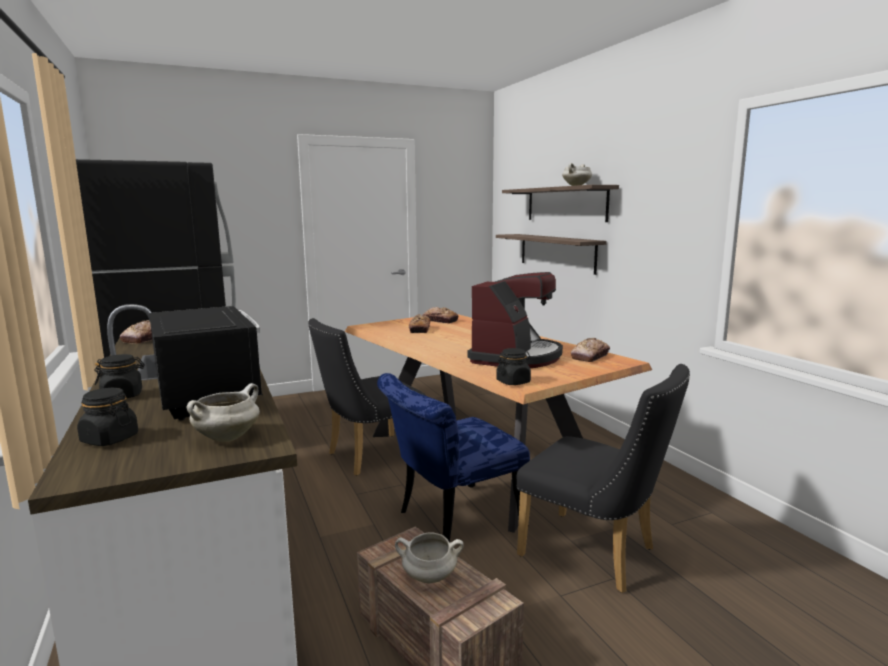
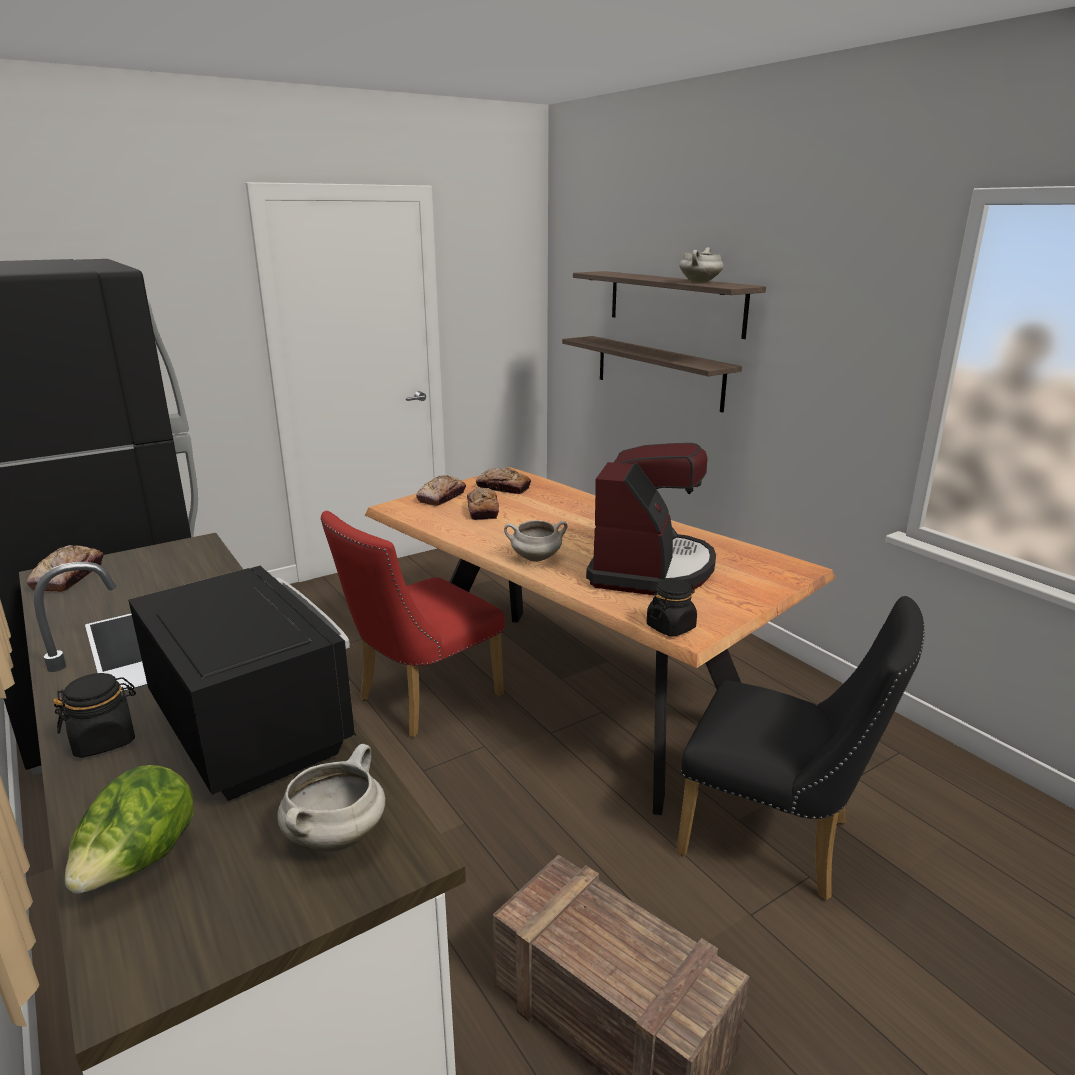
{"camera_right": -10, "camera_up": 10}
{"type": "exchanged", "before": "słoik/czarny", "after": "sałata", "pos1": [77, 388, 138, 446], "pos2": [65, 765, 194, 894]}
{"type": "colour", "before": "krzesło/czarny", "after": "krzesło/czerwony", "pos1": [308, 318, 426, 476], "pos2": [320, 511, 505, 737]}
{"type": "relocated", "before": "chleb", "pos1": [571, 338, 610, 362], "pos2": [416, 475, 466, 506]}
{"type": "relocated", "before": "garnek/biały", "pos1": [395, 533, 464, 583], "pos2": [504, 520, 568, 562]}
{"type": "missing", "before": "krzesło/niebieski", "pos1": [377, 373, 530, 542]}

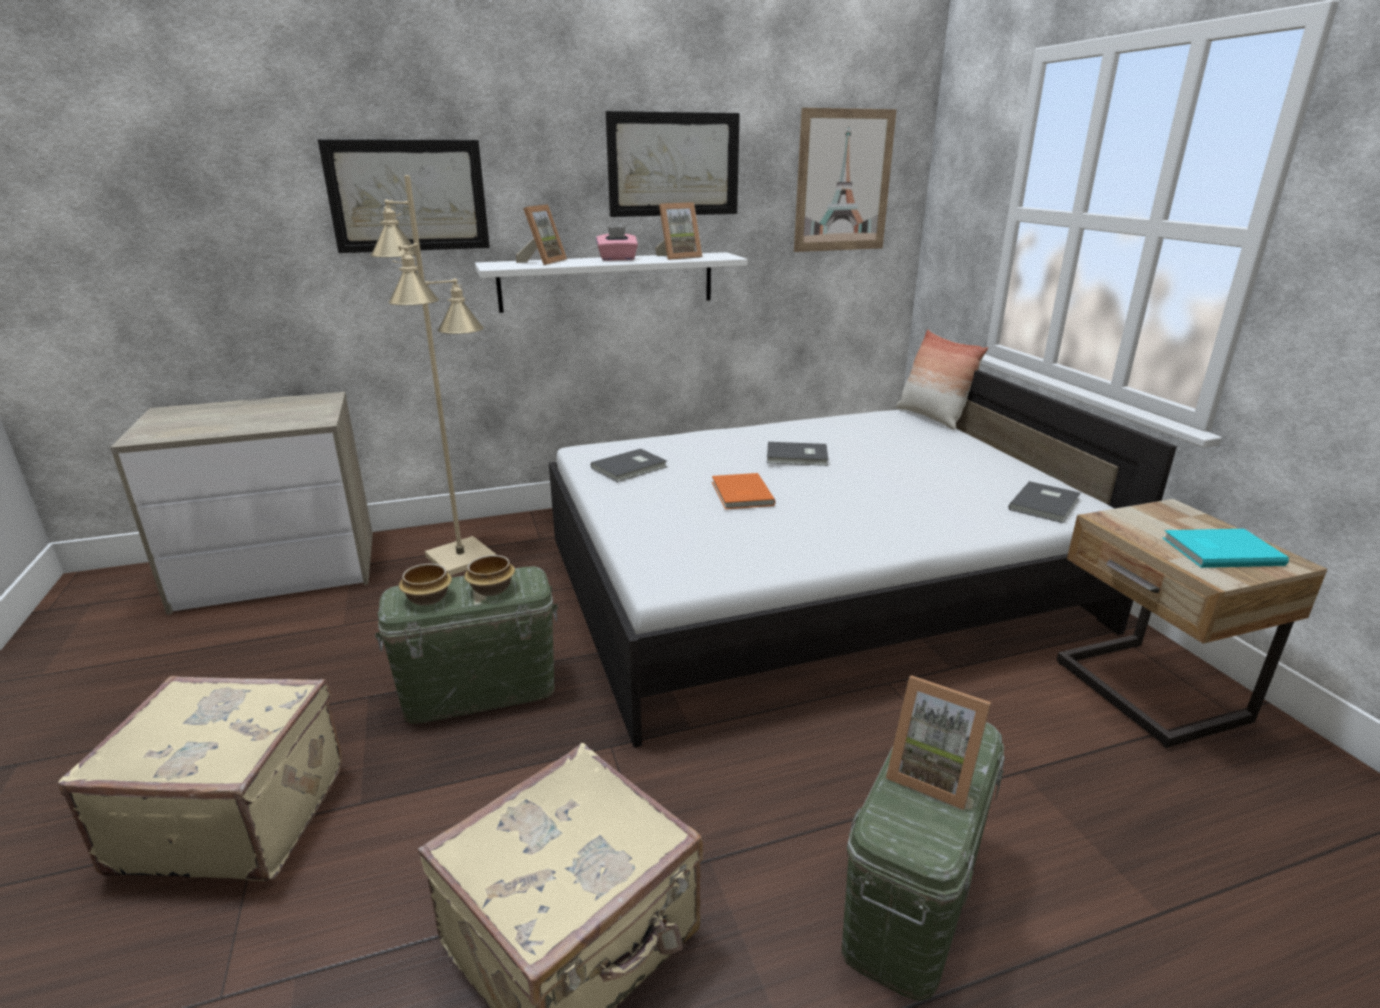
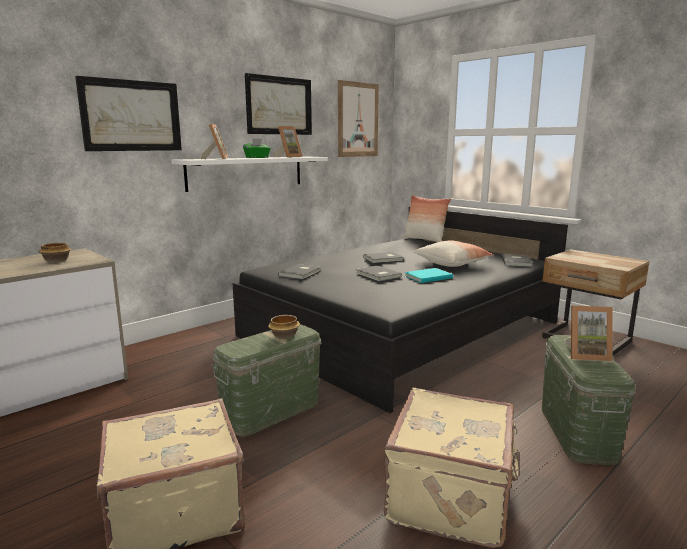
{"camera_right": -25, "camera_up": -10}
{"type": "relocated", "before": "miska", "pos1": [399, 563, 452, 606], "pos2": [39, 243, 71, 262]}
{"type": "colour", "before": "łóżko/biały", "after": "łóżko/czarny", "pos1": [549, 370, 1177, 748], "pos2": [233, 207, 568, 413]}
{"type": "colour", "before": "pudełko chusteczek/różowy", "after": "pudełko chusteczek/zielony", "pos1": [596, 227, 638, 261], "pos2": [243, 139, 271, 158]}
{"type": "colour", "before": "książka/pomarańczowy", "after": "książka/szary", "pos1": [712, 473, 775, 509], "pos2": [356, 266, 402, 281]}
{"type": "relocated", "before": "książka/turkusowy", "pos1": [1163, 529, 1289, 568], "pos2": [404, 268, 453, 283]}
{"type": "appeared", "after": "poduszka", "pos2": [414, 241, 494, 267]}
{"type": "missing", "before": "lampa stojąca/beżowy", "pos1": [370, 175, 497, 575]}

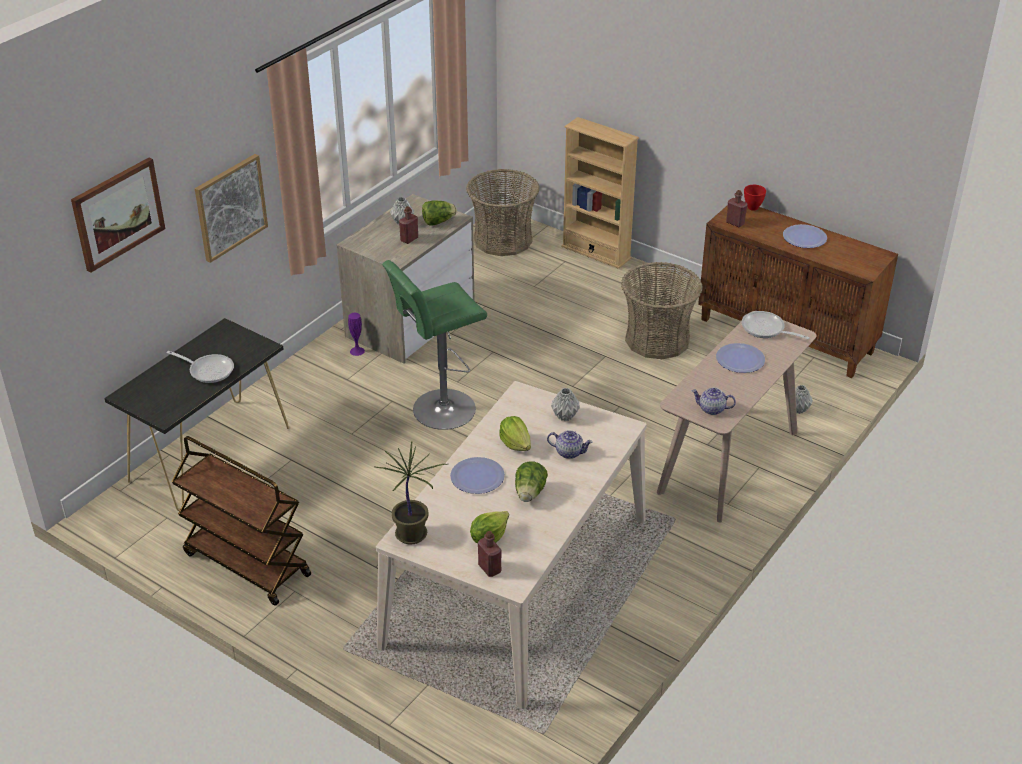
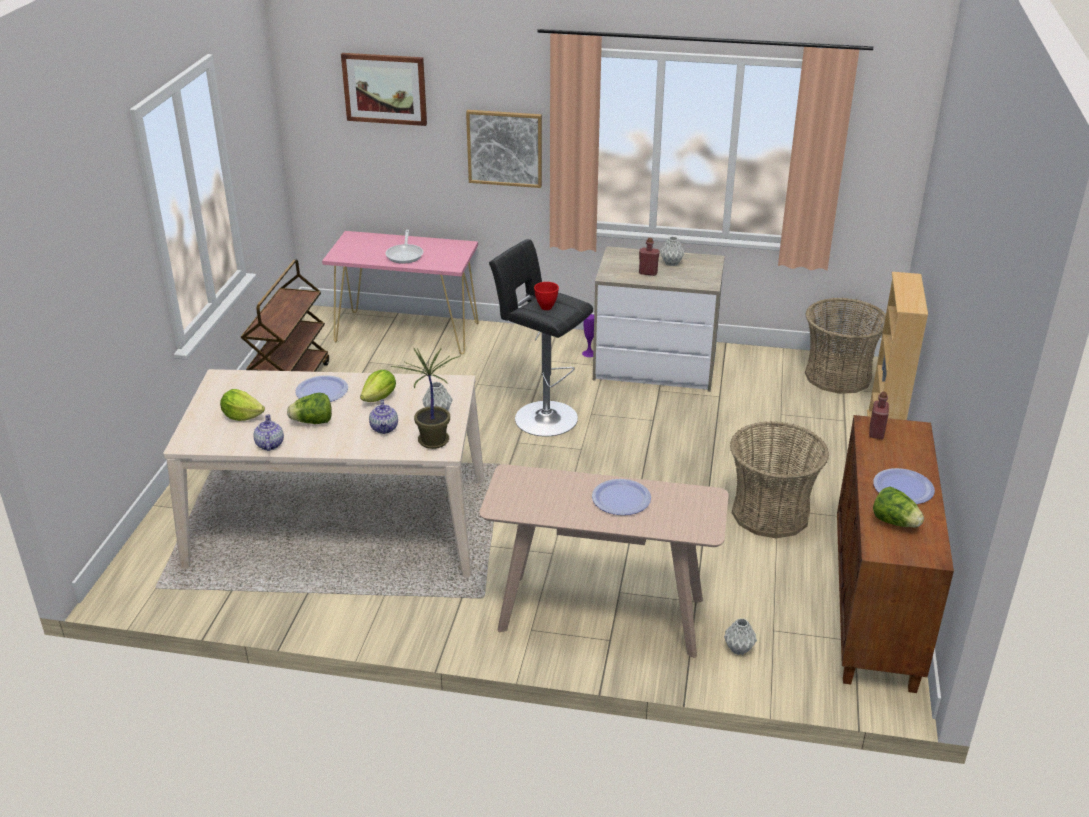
{"camera_right": 65, "camera_up": -5}
{"type": "relocated", "before": "imbryk", "pos1": [692, 387, 736, 415], "pos2": [254, 414, 284, 451]}
{"type": "colour", "before": "stolik konsolowy/czarny", "after": "stolik konsolowy/różowy", "pos1": [104, 318, 289, 511], "pos2": [322, 231, 479, 355]}
{"type": "relocated", "before": "roślina doniczkowa", "pos1": [373, 442, 448, 545], "pos2": [390, 347, 461, 449]}
{"type": "colour", "before": "stołek/zielony", "after": "stołek/czarny", "pos1": [382, 260, 487, 430], "pos2": [489, 239, 593, 437]}
{"type": "relocated", "before": "miska/czerwony", "pos1": [744, 185, 766, 211], "pos2": [534, 282, 559, 310]}
{"type": "relocated", "before": "sałata", "pos1": [422, 200, 457, 225], "pos2": [873, 486, 924, 528]}
{"type": "missing", "before": "butelka/czerwony", "pos1": [478, 531, 501, 577]}
{"type": "missing", "before": "patelnia", "pos1": [741, 311, 810, 340]}

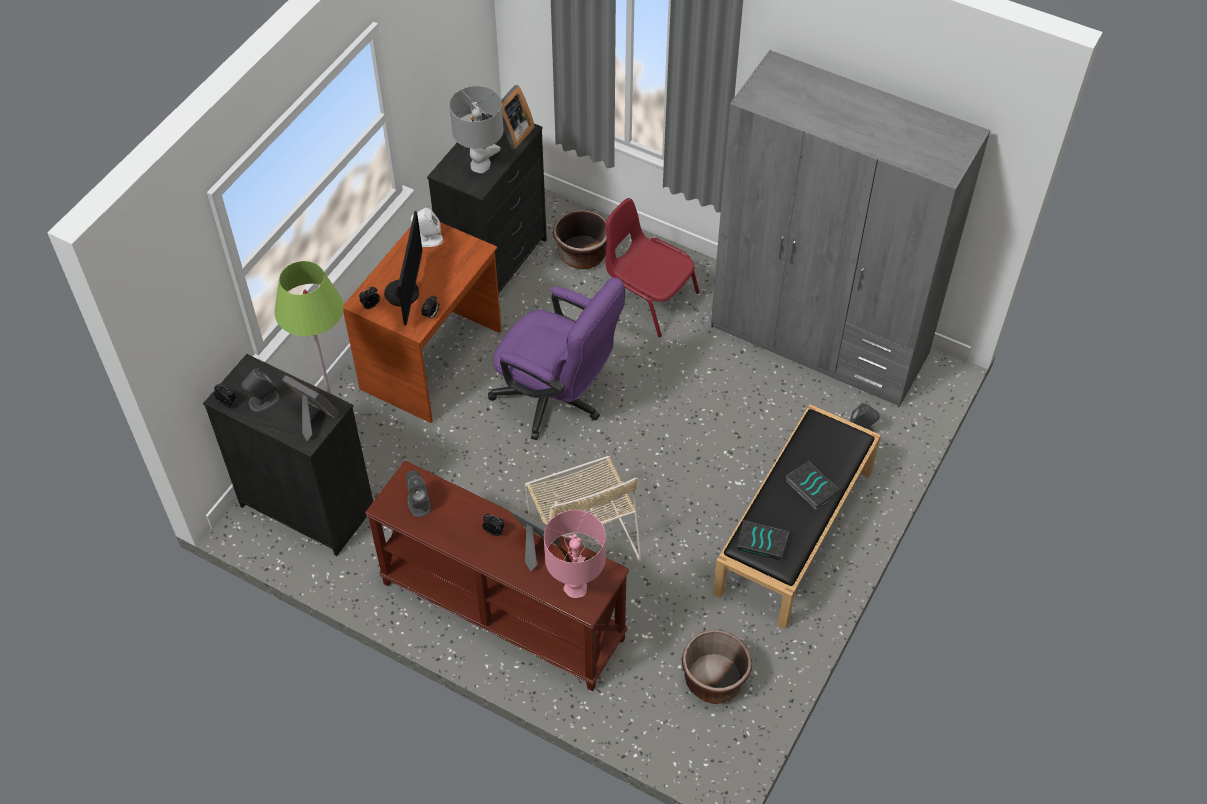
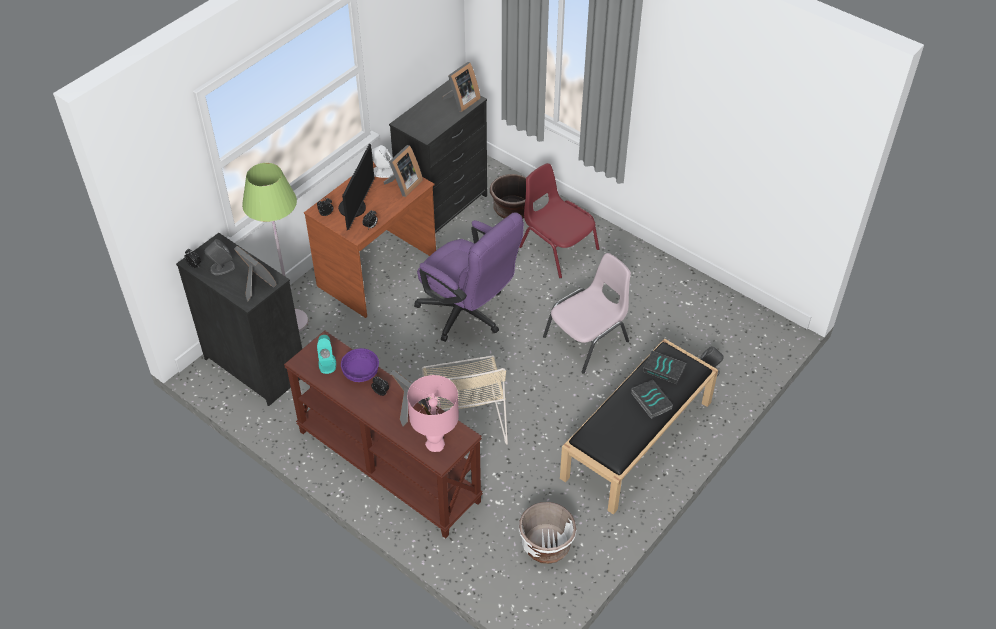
{"camera_right": 10, "camera_up": -5}
{"type": "colour", "before": "głośnik/szary", "after": "głośnik/turkusowy", "pos1": [406, 470, 431, 517], "pos2": [317, 335, 336, 374]}
{"type": "appeared", "after": "miska/fioletowy", "pos2": [341, 348, 379, 382]}
{"type": "appeared", "after": "ramka na zdjęcie", "pos2": [384, 145, 423, 197]}
{"type": "colour", "before": "donica/brązowy", "after": "donica/biały", "pos1": [681, 630, 752, 704], "pos2": [519, 502, 577, 564]}
{"type": "appeared", "after": "krzesło/różowy", "pos2": [543, 253, 631, 374]}
{"type": "relocated", "before": "książka", "pos1": [737, 520, 789, 561], "pos2": [643, 351, 686, 384]}
{"type": "missing", "before": "lampa stołowa/szary", "pos1": [449, 86, 504, 173]}
{"type": "missing", "before": "szafa/szary", "pos1": [711, 50, 990, 407]}

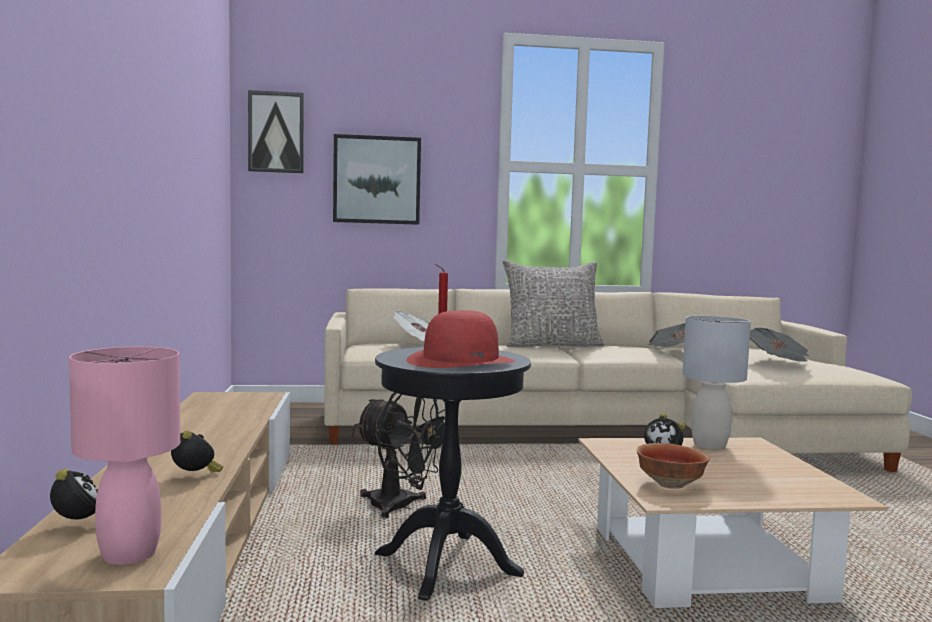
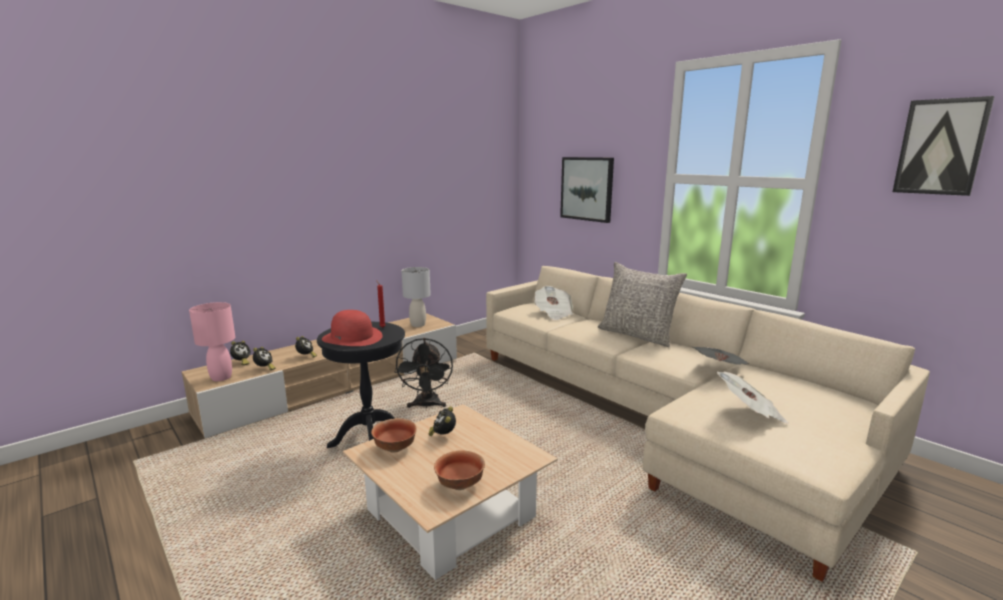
{"camera_right": 55, "camera_up": 10}
{"type": "appeared", "after": "budzik", "pos2": [253, 347, 276, 371]}
{"type": "relocated", "before": "lampa stołowa/szary", "pos1": [682, 316, 751, 449], "pos2": [401, 267, 431, 327]}
{"type": "appeared", "after": "miska", "pos2": [434, 450, 485, 490]}
{"type": "relocated", "before": "obraz", "pos1": [248, 90, 304, 173], "pos2": [893, 96, 995, 196]}

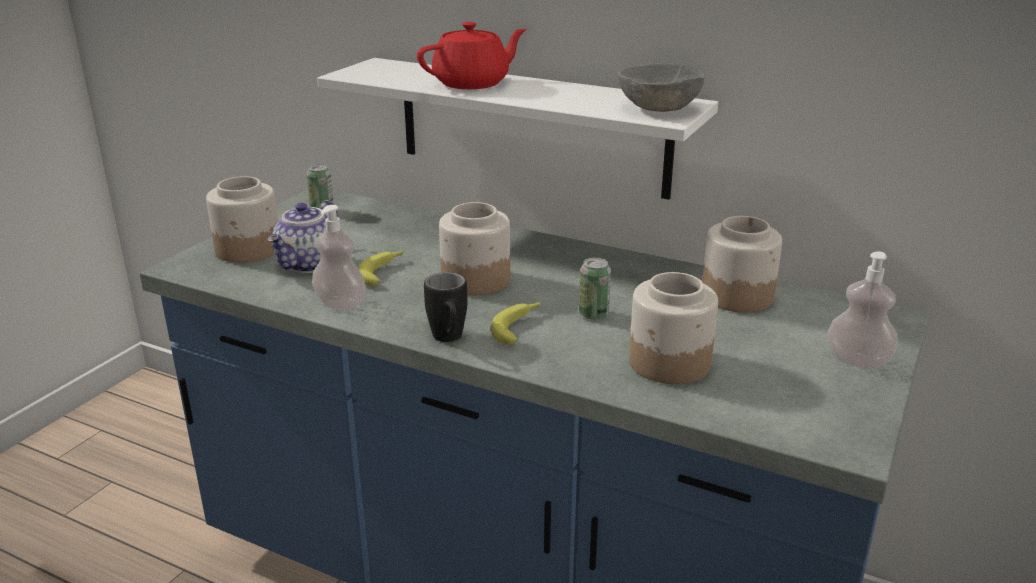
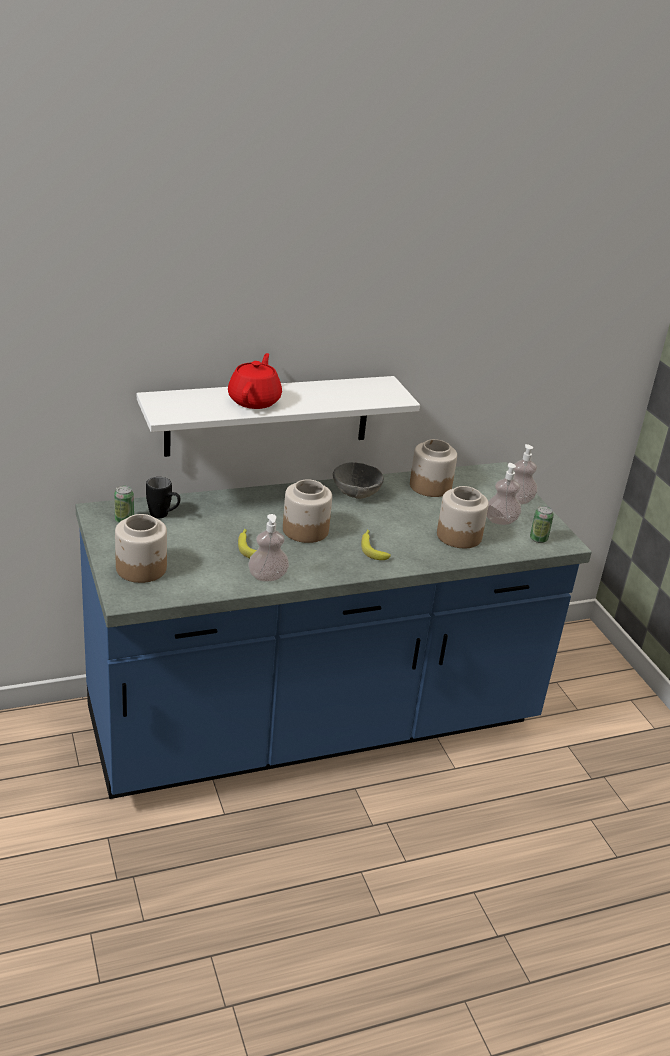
{"camera_right": -50, "camera_up": 5}
{"type": "relocated", "before": "kubek/czarny", "pos1": [424, 272, 467, 342], "pos2": [146, 477, 181, 518]}
{"type": "relocated", "before": "miska/szary", "pos1": [617, 63, 705, 112], "pos2": [333, 462, 384, 499]}
{"type": "appeared", "after": "dozownik mydła", "pos2": [487, 463, 521, 525]}
{"type": "relocated", "before": "puszka", "pos1": [579, 257, 611, 320], "pos2": [530, 506, 554, 543]}
{"type": "missing", "before": "imbryk", "pos1": [267, 200, 338, 273]}

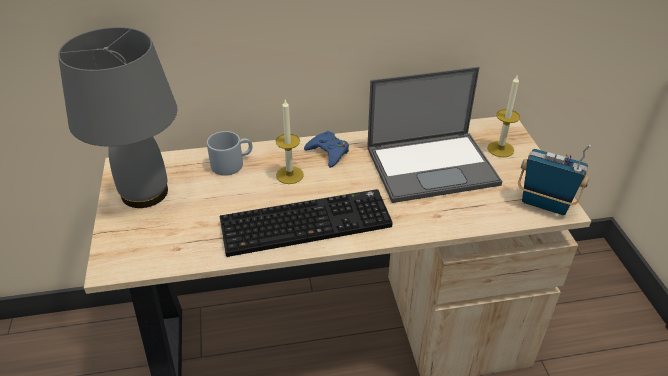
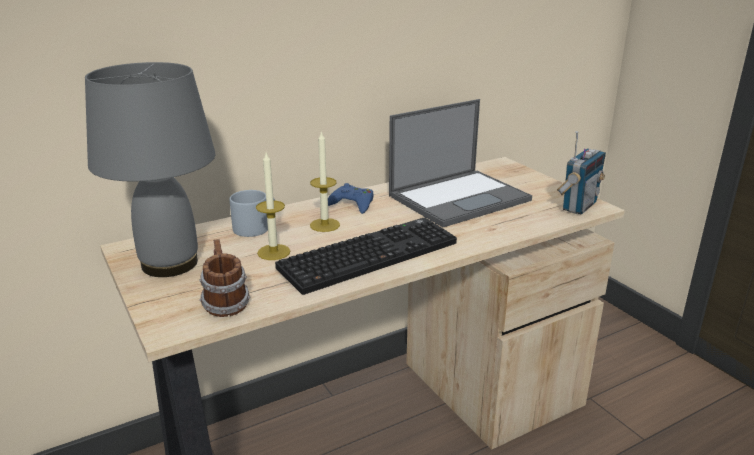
{"camera_right": -20, "camera_up": -15}
{"type": "appeared", "after": "kubek", "pos2": [199, 239, 250, 317]}
{"type": "relocated", "before": "świeca", "pos1": [487, 74, 520, 157], "pos2": [256, 153, 290, 260]}
{"type": "spun", "before": "radio", "pos1": [518, 144, 591, 215], "pos2": [557, 131, 606, 215], "turn": 120}

